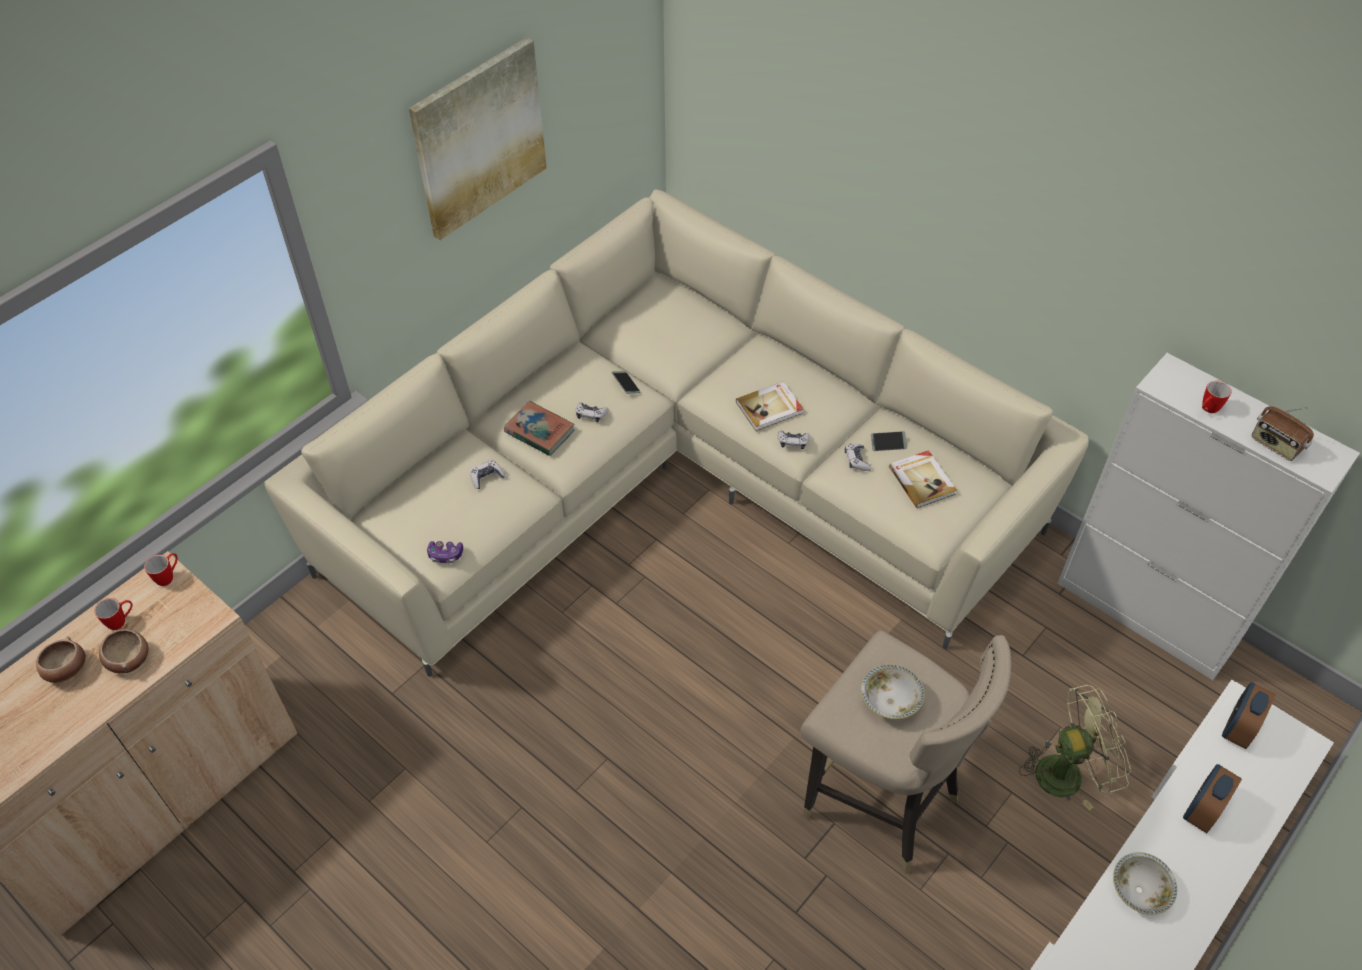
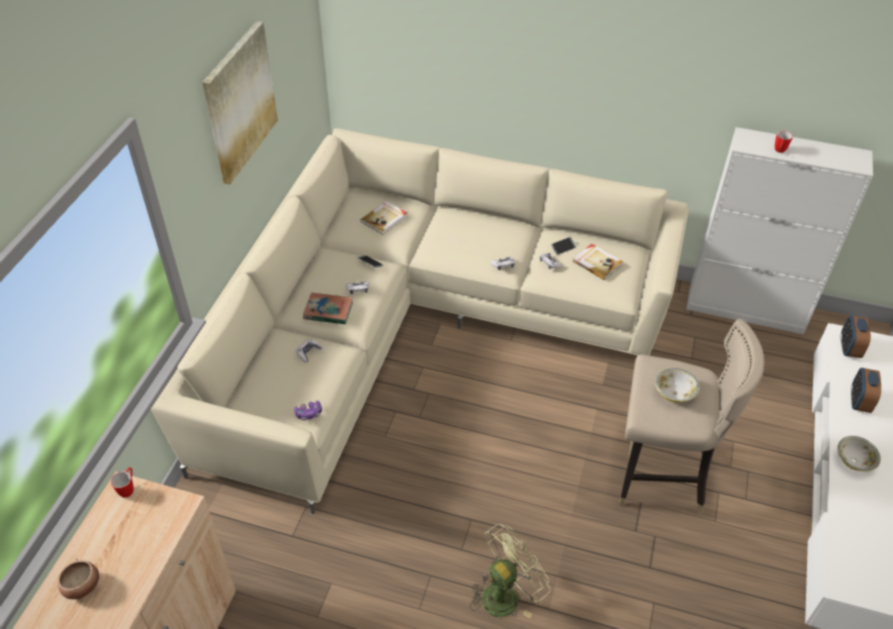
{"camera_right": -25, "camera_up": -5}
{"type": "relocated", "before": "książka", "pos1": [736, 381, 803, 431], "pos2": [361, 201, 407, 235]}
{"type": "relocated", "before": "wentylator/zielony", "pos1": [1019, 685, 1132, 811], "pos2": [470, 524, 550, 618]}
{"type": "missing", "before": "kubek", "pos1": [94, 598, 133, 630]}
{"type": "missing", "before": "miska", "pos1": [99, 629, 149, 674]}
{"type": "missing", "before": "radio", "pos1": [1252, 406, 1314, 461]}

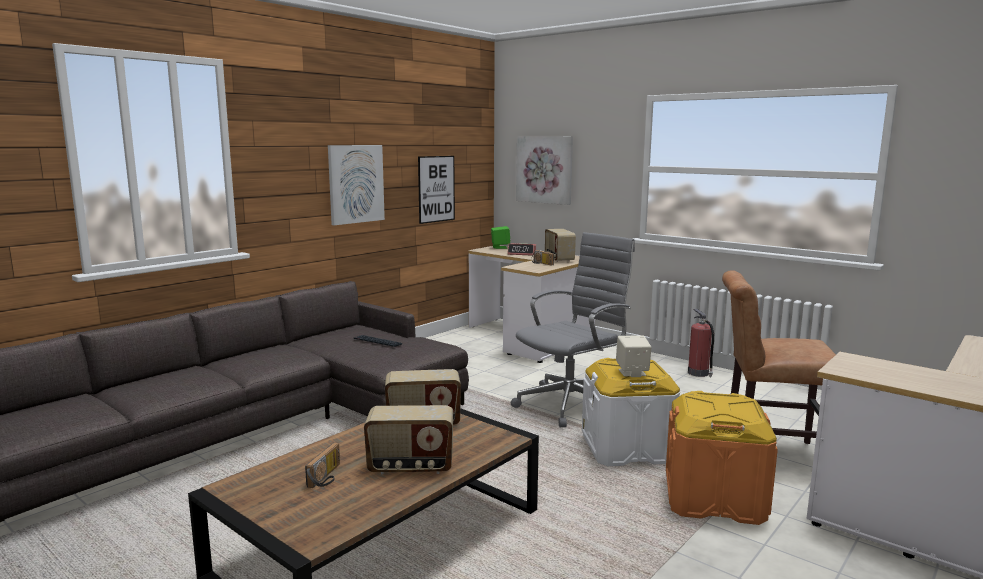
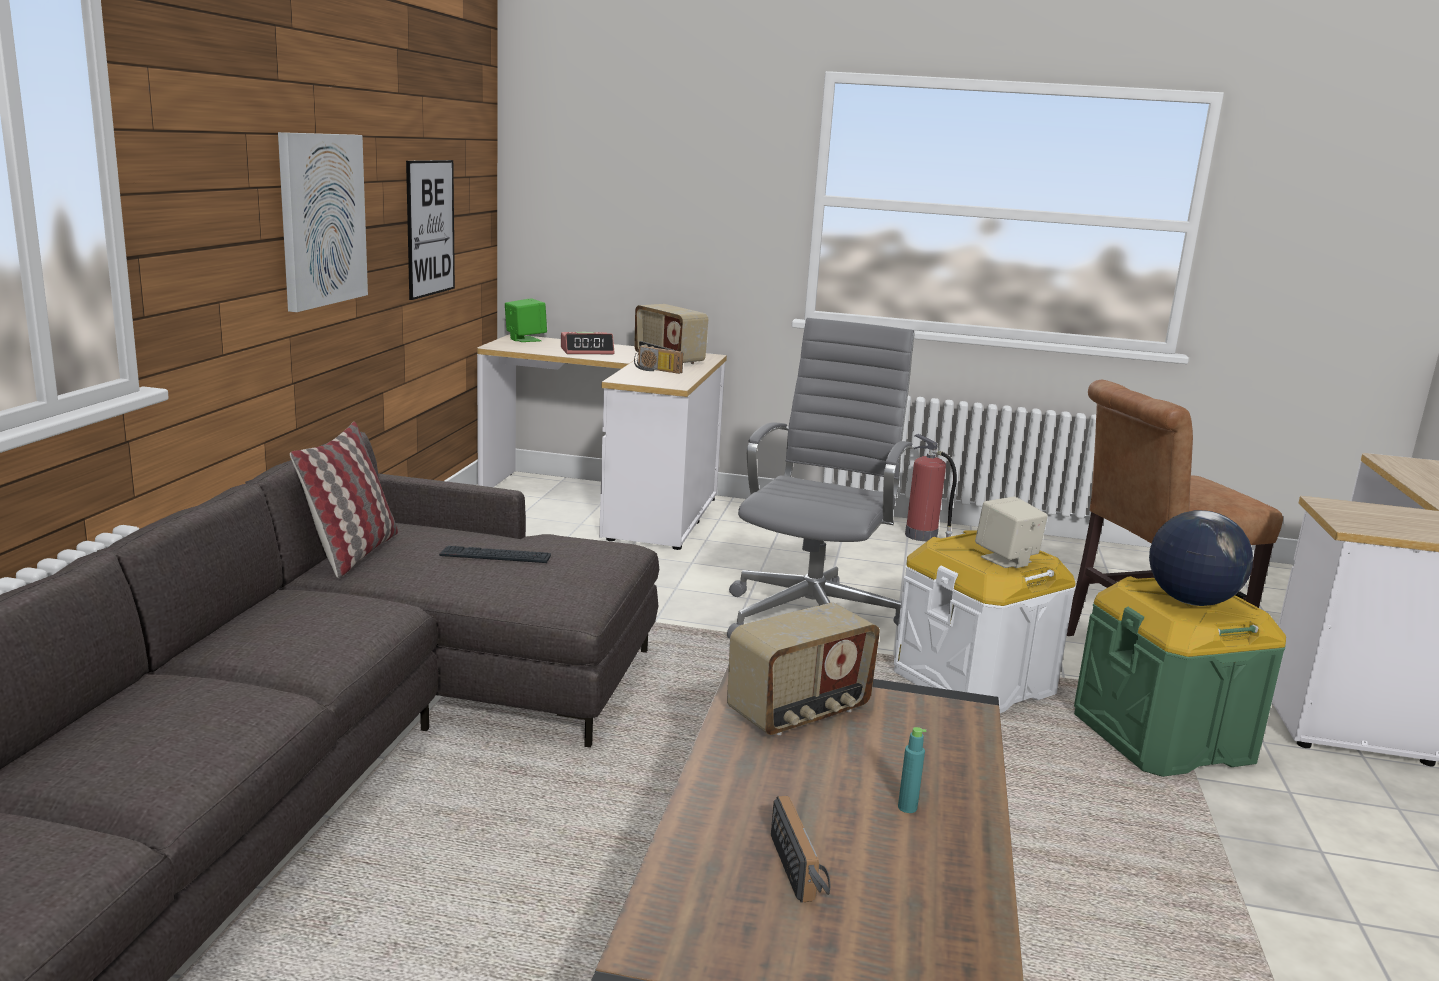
{"camera_right": -30, "camera_up": 5}
{"type": "appeared", "after": "poduszka", "pos2": [290, 422, 398, 578]}
{"type": "exchanged", "before": "radio", "after": "butelka/turkusowy", "pos1": [364, 405, 453, 475], "pos2": [898, 727, 926, 813]}
{"type": "colour", "before": "pojemnik do przechowywania/pomarańczowy", "after": "pojemnik do przechowywania/zielony", "pos1": [666, 391, 778, 525], "pos2": [1074, 576, 1286, 777]}
{"type": "appeared", "after": "globus", "pos2": [1149, 510, 1253, 606]}
{"type": "missing", "before": "obraz", "pos1": [516, 136, 573, 205]}

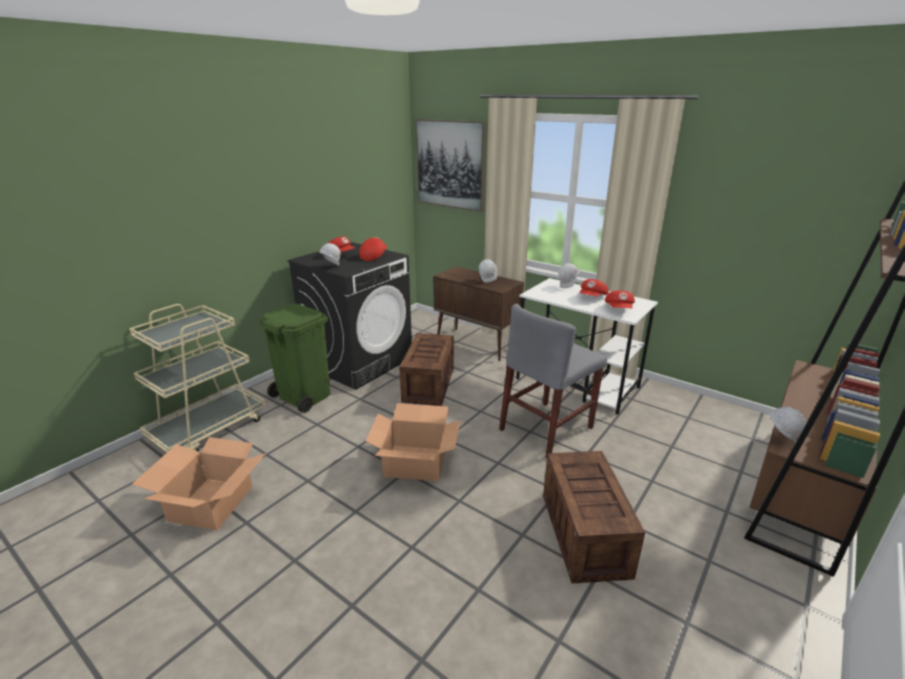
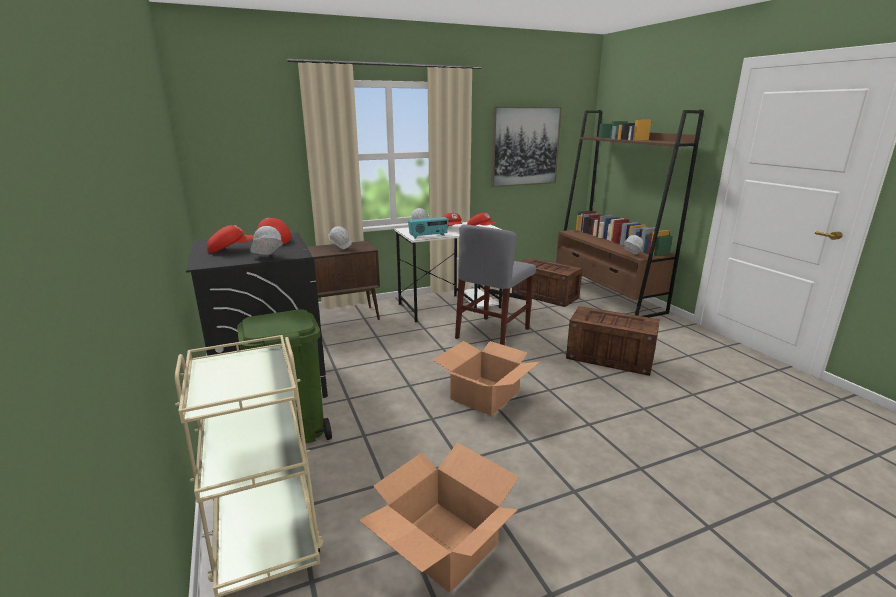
{"camera_right": -60, "camera_up": -5}
{"type": "appeared", "after": "radio", "pos2": [408, 217, 449, 239]}
{"type": "spun", "before": "krzesło/szary", "pos1": [499, 304, 607, 458], "pos2": [455, 224, 536, 345], "turn": 45}
{"type": "relocated", "before": "obraz", "pos1": [415, 119, 486, 212], "pos2": [491, 106, 562, 187]}
{"type": "relocated", "before": "skrzynka", "pos1": [399, 333, 454, 406], "pos2": [512, 258, 582, 307]}

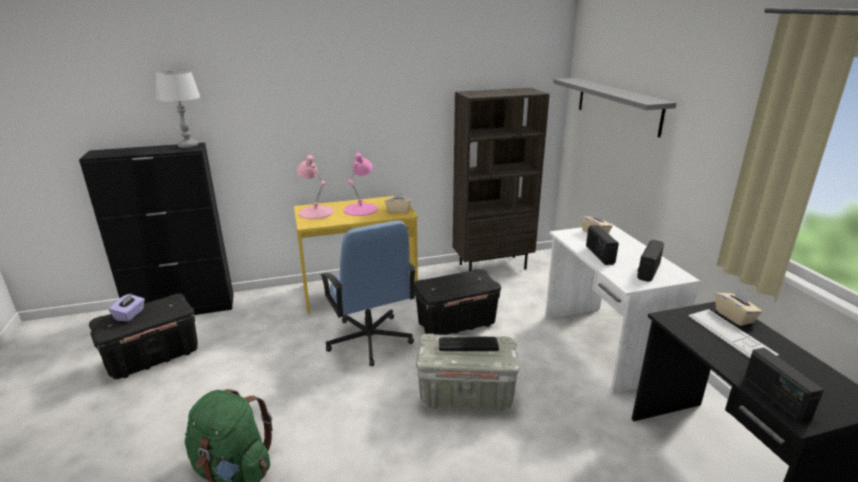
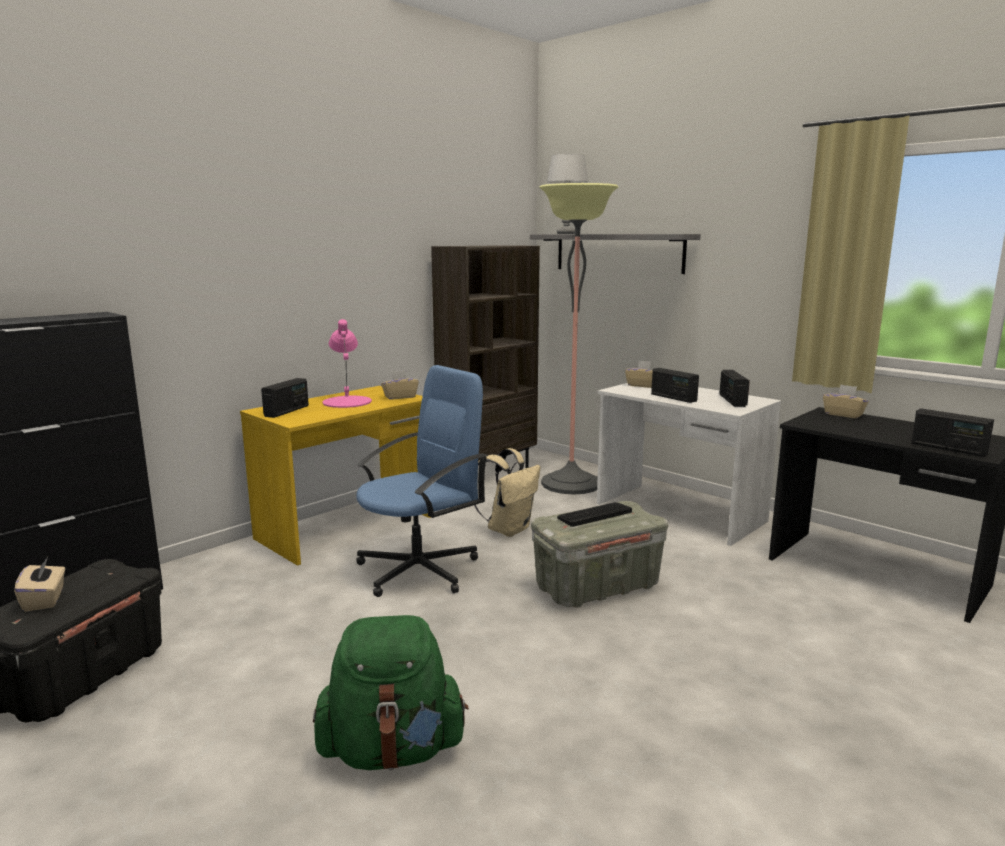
{"camera_right": -30, "camera_up": -10}
{"type": "colour", "before": "pudełko chusteczek/fioletowy", "after": "pudełko chusteczek/beżowy", "pos1": [109, 293, 145, 322], "pos2": [14, 557, 65, 612]}
{"type": "exchanged", "before": "lampa stołowa/różowy", "after": "radio", "pos1": [297, 155, 334, 219], "pos2": [261, 378, 309, 418]}
{"type": "spun", "before": "krzesło biurowe/niebieski", "pos1": [320, 221, 416, 366], "pos2": [356, 365, 488, 597], "turn": -75}
{"type": "exchanged", "before": "pojemnik do przechowywania/czarny", "after": "plecak/beżowy", "pos1": [415, 269, 501, 335], "pos2": [474, 448, 540, 537]}
{"type": "appeared", "after": "lampa stojąca", "pos2": [539, 183, 618, 495]}
{"type": "relocated", "before": "lampa stołowa/szary", "pos1": [155, 70, 200, 148], "pos2": [547, 154, 588, 234]}
{"type": "missing", "before": "klawiatura", "pos1": [689, 309, 779, 358]}

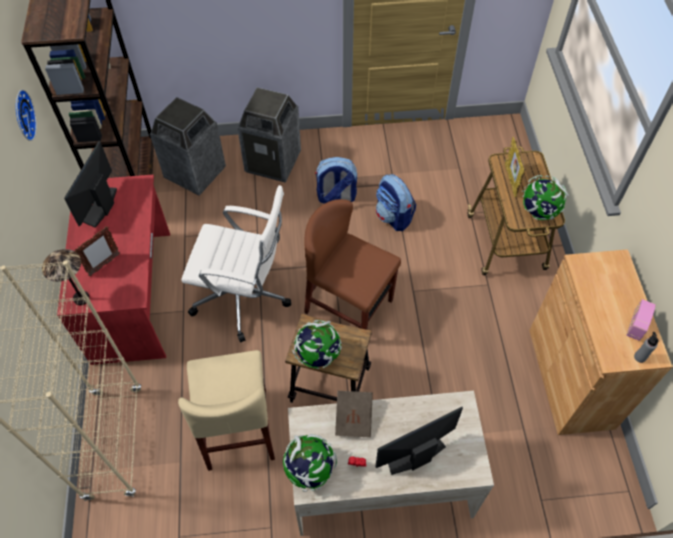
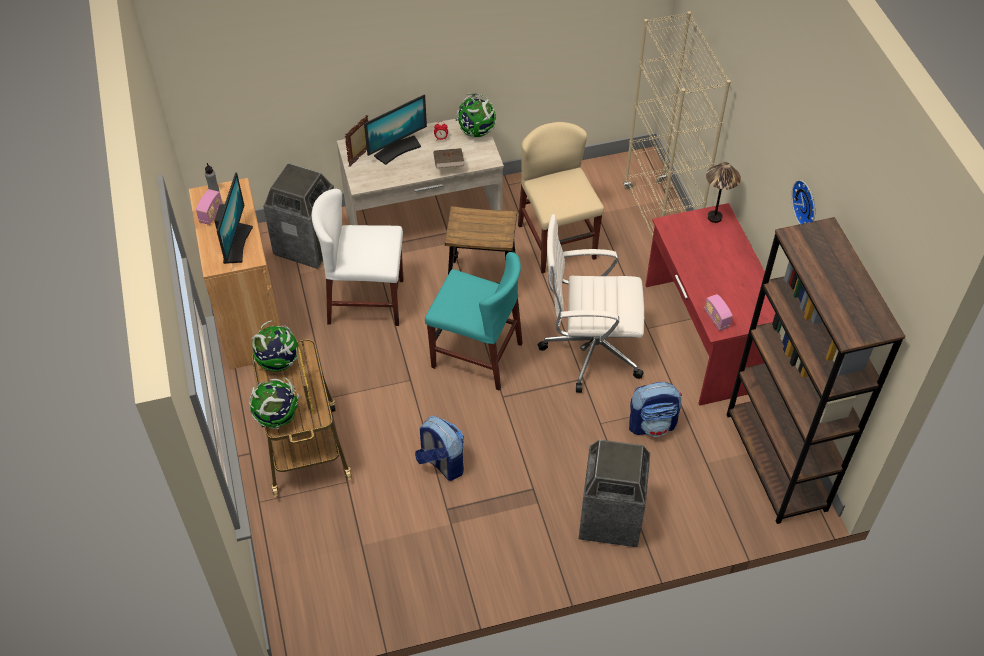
{"camera_right": 170, "camera_up": -5}
{"type": "relocated", "before": "monitor", "pos1": [64, 141, 117, 228], "pos2": [214, 172, 253, 264]}
{"type": "relocated", "before": "globus", "pos1": [292, 320, 342, 369], "pos2": [249, 377, 299, 429]}
{"type": "relocated", "before": "kosz na śmieci", "pos1": [150, 97, 226, 196], "pos2": [263, 163, 334, 269]}
{"type": "appeared", "after": "krzesło/biały", "pos2": [312, 189, 404, 326]}
{"type": "relocated", "before": "ramka na zdjęcie", "pos1": [75, 226, 120, 276], "pos2": [345, 115, 368, 167]}
{"type": "colour", "before": "krzesło/brązowy", "after": "krzesło/turkusowy", "pos1": [304, 199, 401, 330], "pos2": [425, 252, 523, 391]}
{"type": "relocated", "before": "plecak", "pos1": [315, 157, 357, 204], "pos2": [629, 382, 682, 437]}
{"type": "appeared", "after": "radio", "pos2": [704, 294, 733, 331]}

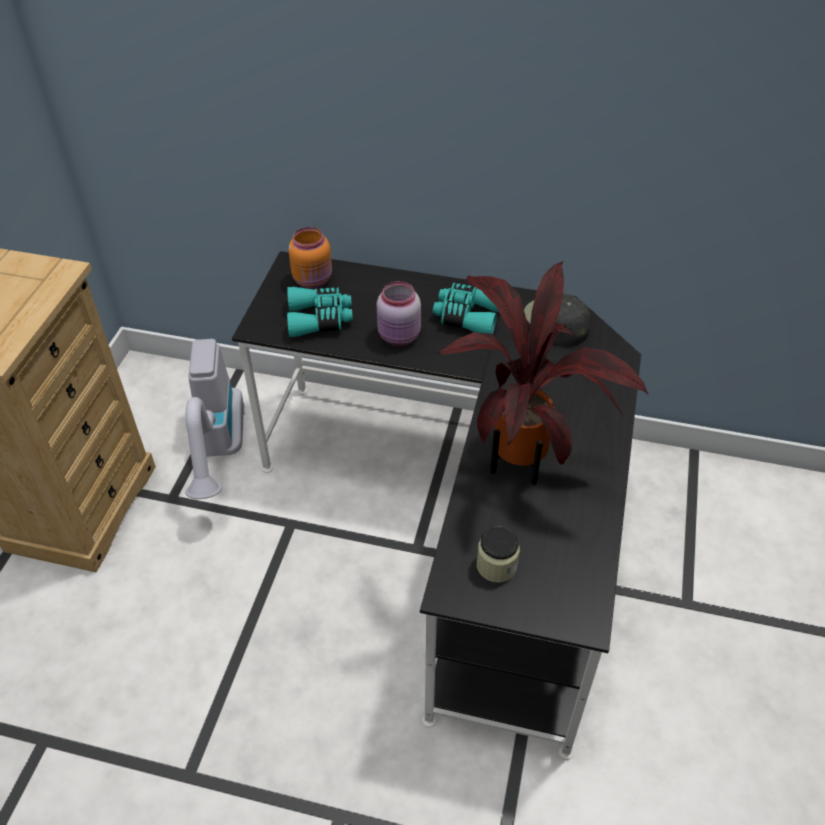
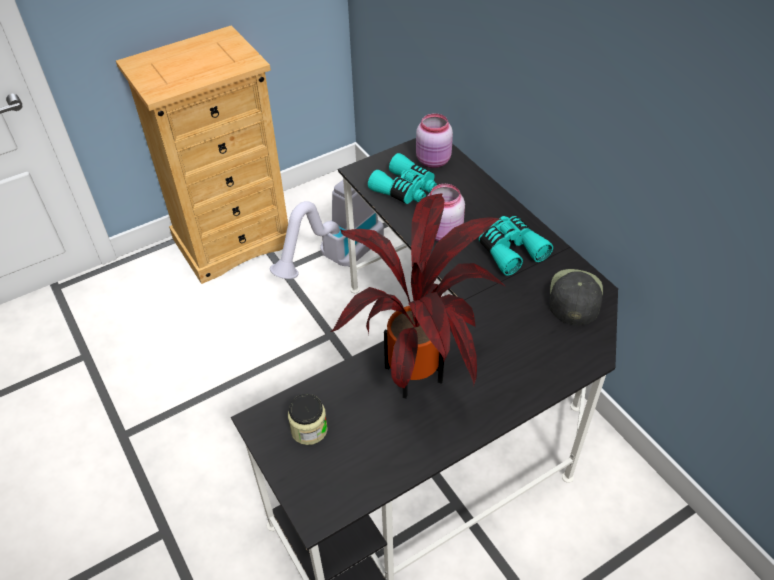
{"camera_right": 45, "camera_up": 0}
{"type": "colour", "before": "słoik/pomarańczowy", "after": "słoik/różowy", "pos1": [288, 227, 332, 288], "pos2": [416, 113, 453, 168]}

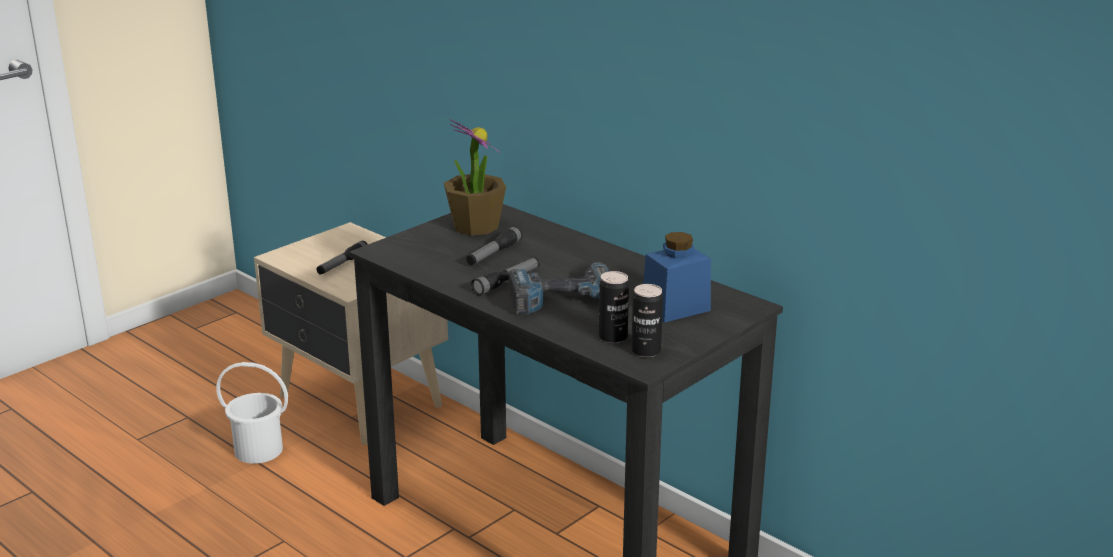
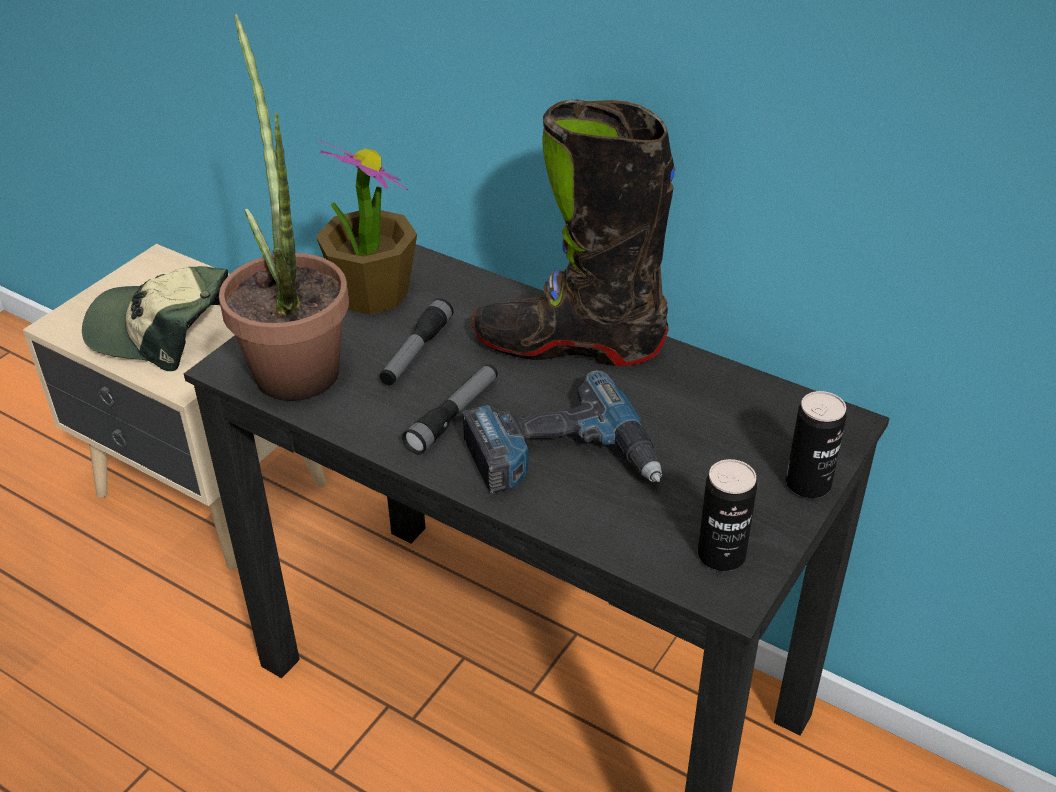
{"camera_right": -10, "camera_up": 15}
{"type": "exchanged", "before": "latarka", "after": "czapka z daszkiem", "pos1": [316, 241, 368, 275], "pos2": [82, 266, 228, 371]}
{"type": "appeared", "after": "roślina doniczkowa", "pos2": [219, 14, 349, 401]}
{"type": "appeared", "after": "but z cholewką/czarny", "pos2": [472, 100, 675, 366]}
{"type": "relocated", "before": "puszka", "pos1": [599, 271, 629, 343], "pos2": [786, 391, 847, 498]}
{"type": "missing", "before": "wiadro/biały", "pos1": [216, 362, 288, 464]}
{"type": "missing", "before": "słoik/niebieski", "pos1": [643, 232, 711, 323]}

